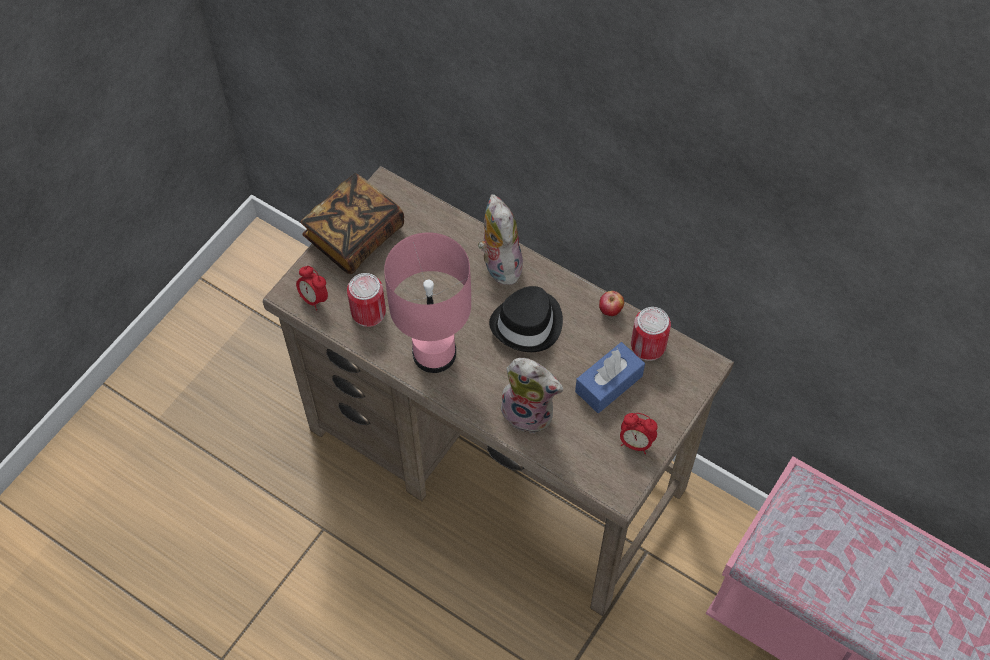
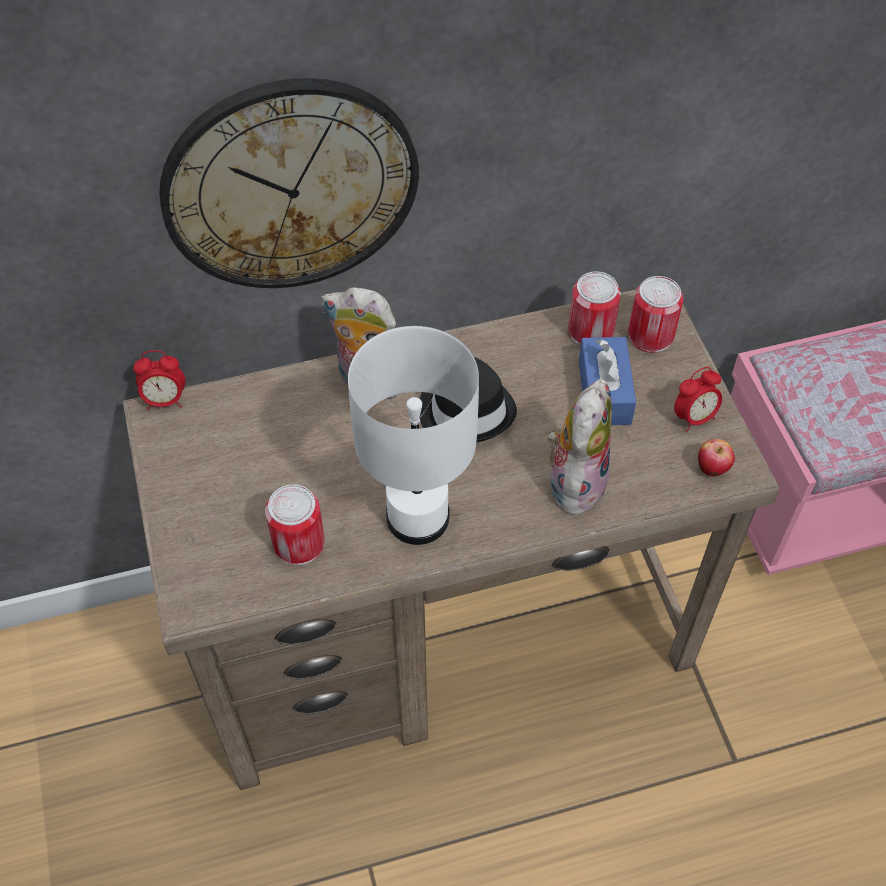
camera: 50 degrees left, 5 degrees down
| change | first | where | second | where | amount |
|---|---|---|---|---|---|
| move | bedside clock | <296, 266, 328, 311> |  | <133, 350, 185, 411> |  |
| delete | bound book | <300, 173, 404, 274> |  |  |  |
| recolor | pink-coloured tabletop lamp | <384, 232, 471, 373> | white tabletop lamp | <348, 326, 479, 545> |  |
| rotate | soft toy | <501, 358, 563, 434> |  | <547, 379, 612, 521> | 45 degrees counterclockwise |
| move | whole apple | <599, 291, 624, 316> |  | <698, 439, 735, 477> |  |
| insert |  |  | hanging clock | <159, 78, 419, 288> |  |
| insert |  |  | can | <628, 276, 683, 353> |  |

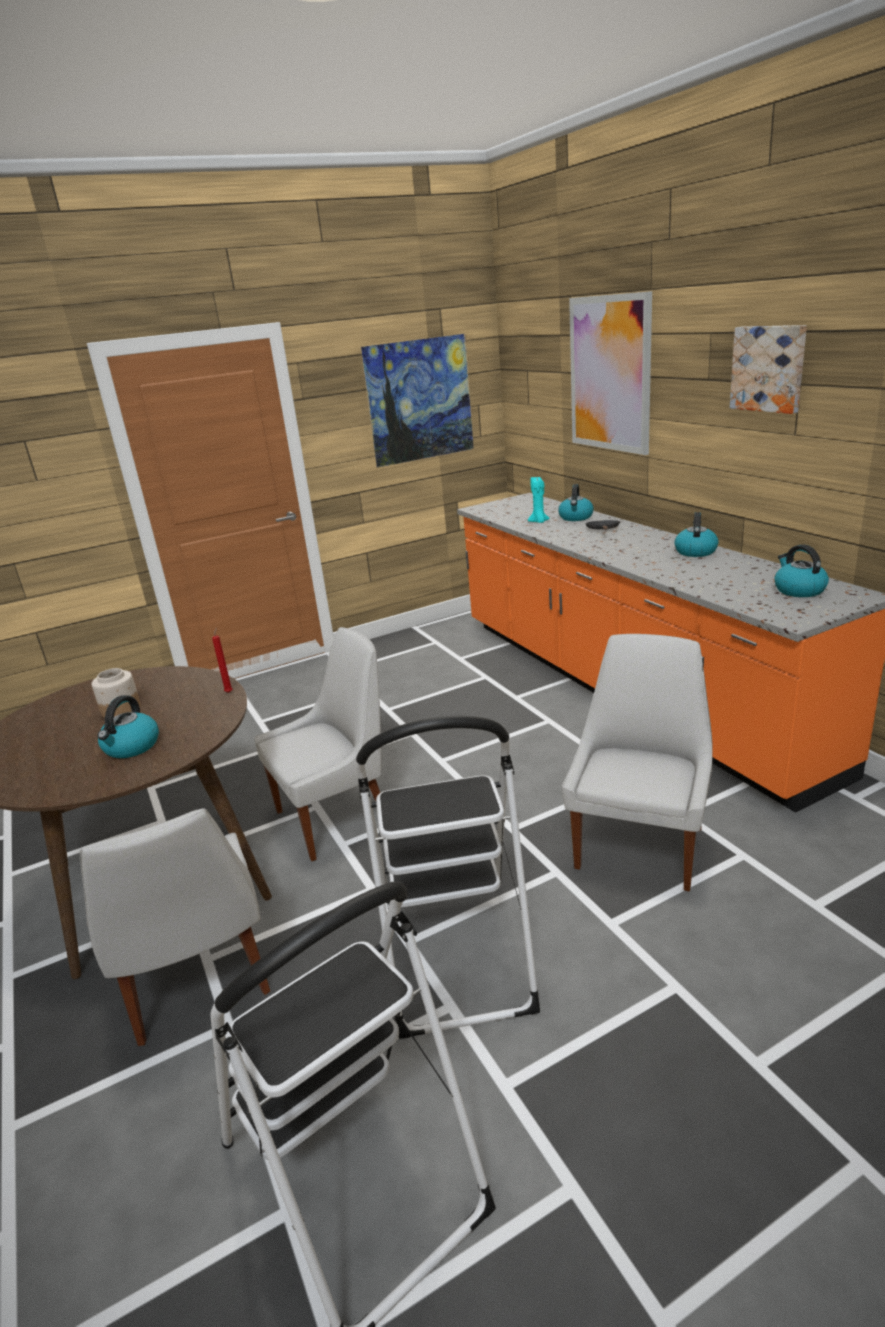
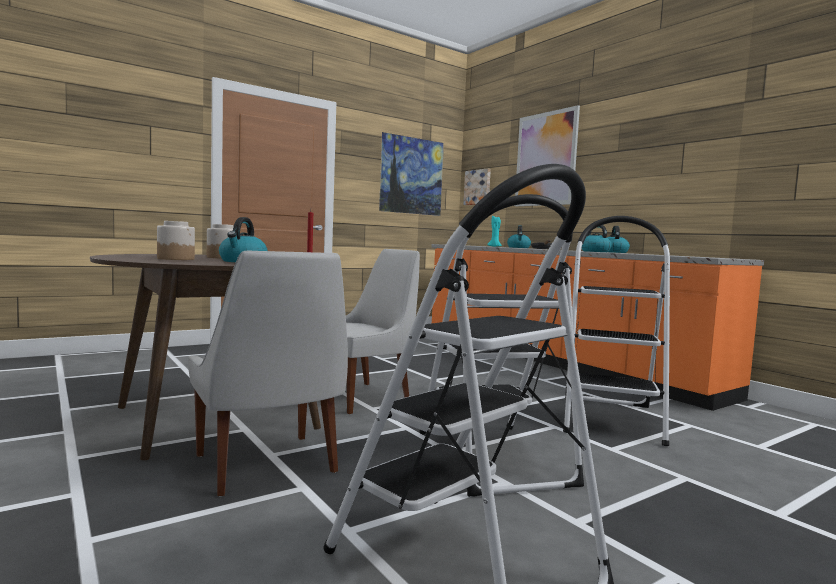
camera: 10 degrees left, 20 degrees down
| change | first | where | second | where | amount |
|---|---|---|---|---|---|
| replace | white plain chair | <562, 634, 713, 891> | step ladder | <563, 216, 670, 446> |  |
| move | wall art | <730, 325, 807, 414> |  | <463, 168, 491, 205> |  |
| move | tea kettle | <774, 544, 829, 597> |  | <582, 225, 612, 252> |  |
| insert |  |  | storage jar | <157, 221, 195, 260> |  |

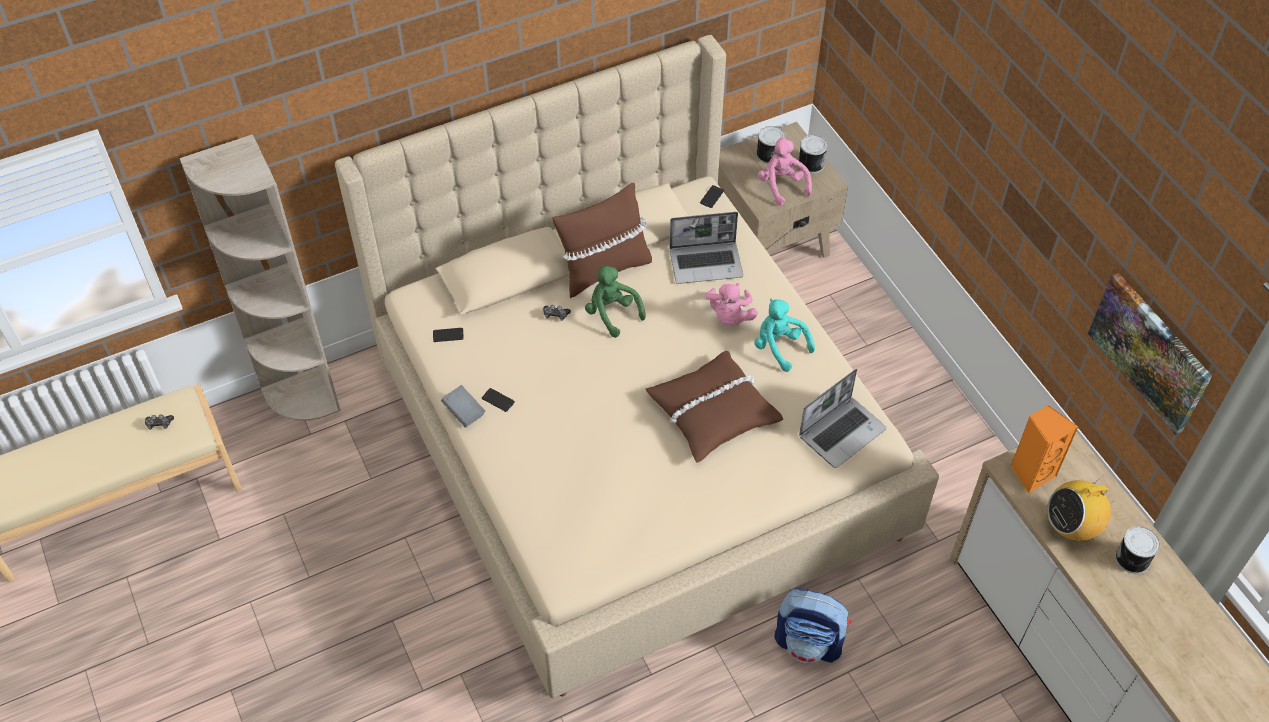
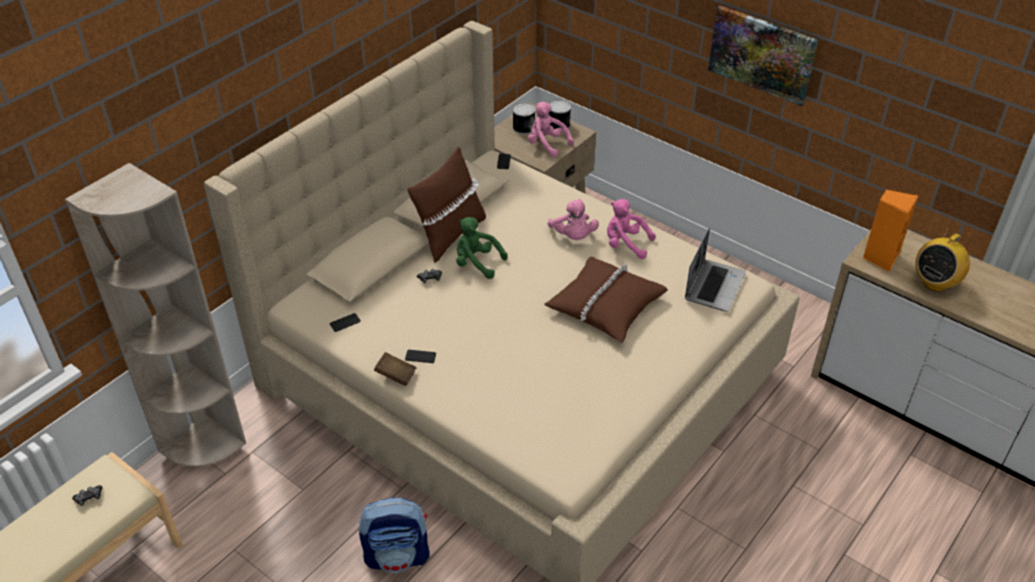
camera: 25 degrees left, 10 degrees down
| change | first | where | second | where | amount |
|---|---|---|---|---|---|
| recolor | greyish bound book | <441, 385, 486, 428> | brown bound book | <374, 352, 416, 386> |  |
| delete | laptop | <670, 212, 743, 284> |  |  |  |
| recolor | turquoise-coloured soft toy | <754, 299, 815, 372> | pink-coloured soft toy | <607, 199, 656, 259> |  |
| move | knapsack | <774, 588, 851, 663> |  | <359, 498, 430, 573> |  |
| move | wall art | <1088, 273, 1212, 435> |  | <708, 5, 818, 106> |  |
| delete | can | <1115, 526, 1160, 574> |  |  |  |

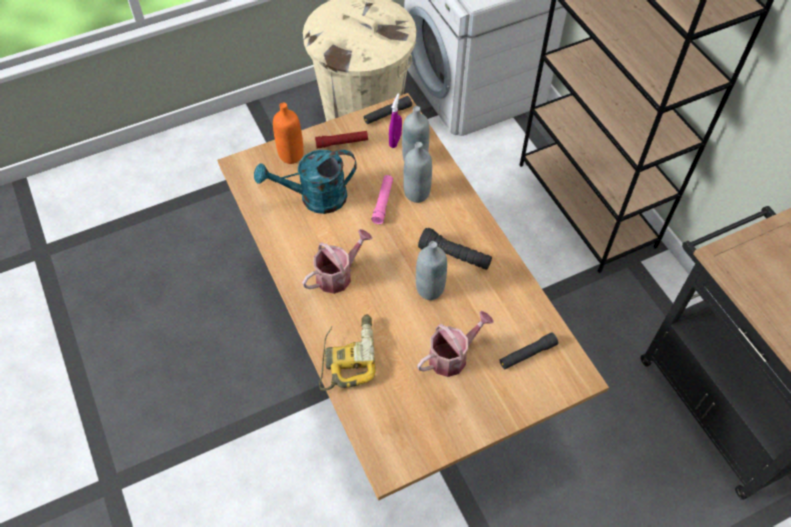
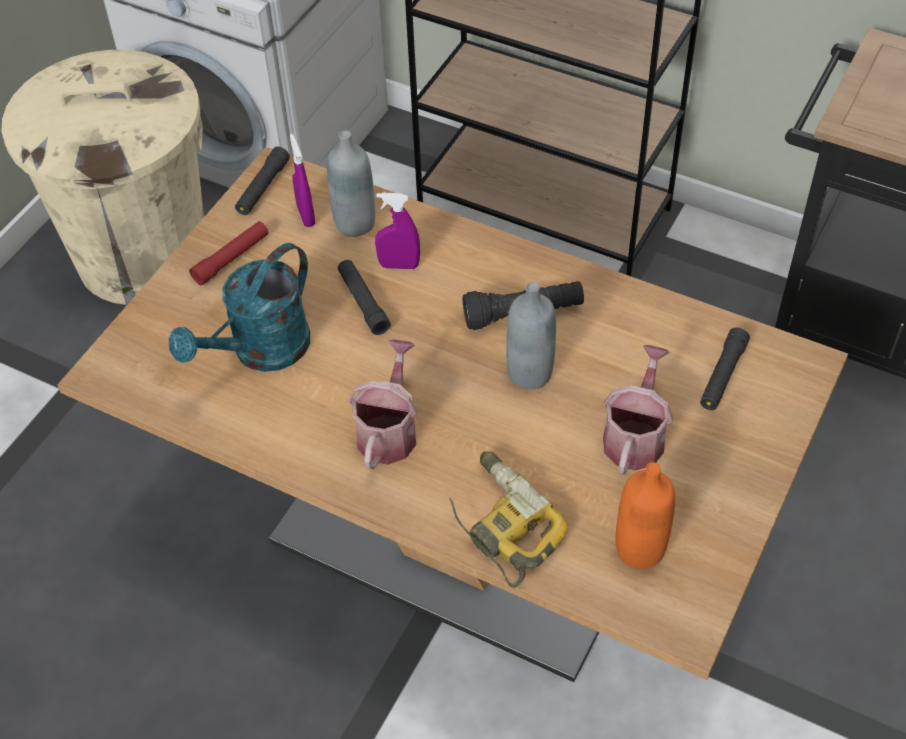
camera: 35 degrees left, 5 degrees down
| change | first | where | second | where | amount |
|---|---|---|---|---|---|
| move | orange drink bottle | <273, 102, 304, 164> |  | <616, 462, 675, 569> |  |
| recolor | pink-coloured hand torch | <371, 175, 393, 224> | black hand torch | <338, 260, 391, 335> |  |
| replace | greyish drink bottle | <403, 142, 432, 203> | purplish spray bottle | <375, 193, 420, 269> |  |

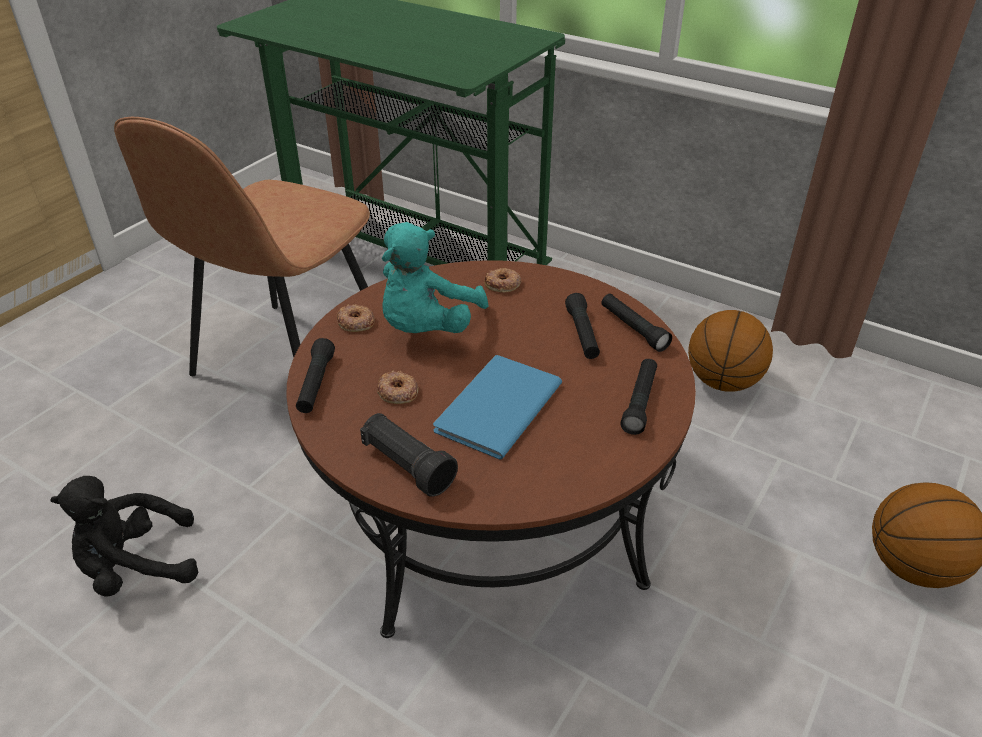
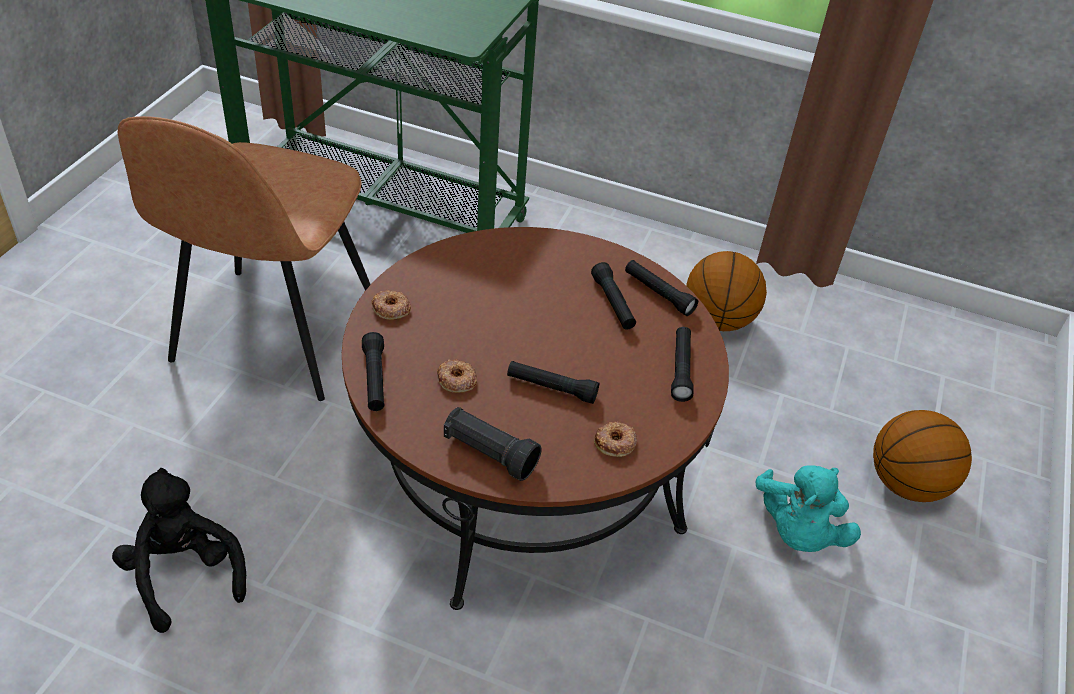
camera: 15 degrees left, 5 degrees up
| change | first | where | second | where | amount |
|---|---|---|---|---|---|
| rotate | black soft toy | <50, 476, 198, 597> |  | <112, 468, 246, 633> | 90 degrees clockwise |
| move | turquoise-coloured soft toy | <382, 222, 488, 333> |  | <756, 465, 861, 552> |  |
| replace | blue bound book | <433, 355, 562, 460> | black hand torch | <507, 361, 599, 404> |  |
| move | ring doughnut | <484, 268, 521, 292> |  | <594, 422, 637, 457> |  |

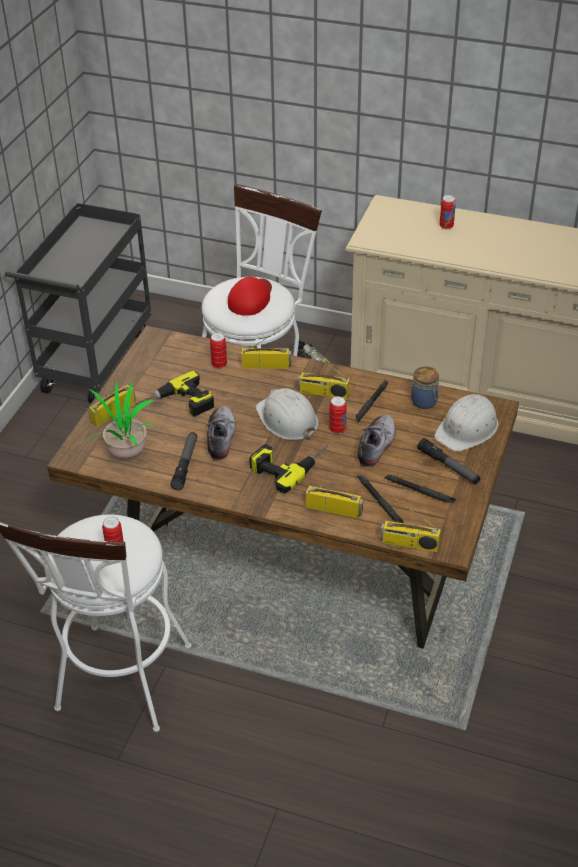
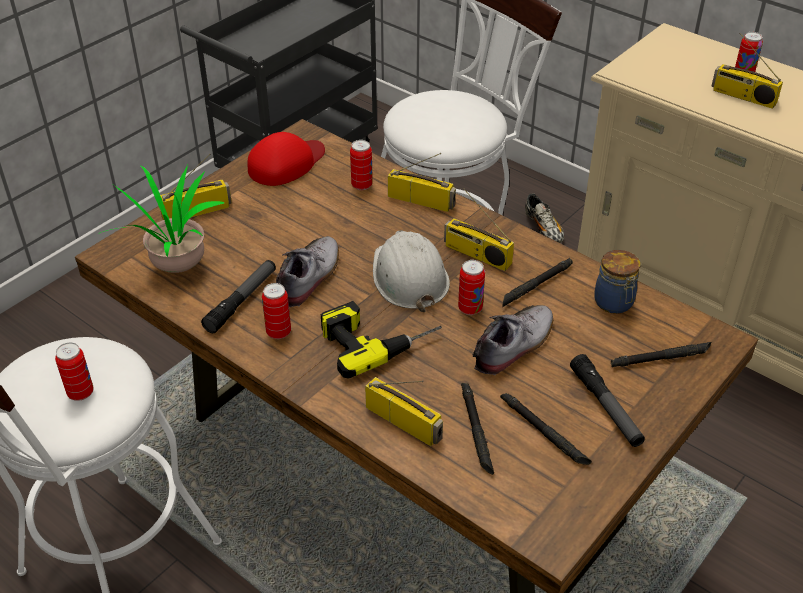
camera: 20 degrees right, 0 degrees up
| change | first | where | second | where | amount |
|---|---|---|---|---|---|
| delete | power drill | <135, 371, 214, 417> |  |  |  |
| move | red-coloured baseball cap | <228, 277, 272, 316> |  | <247, 132, 325, 186> |  |
| move | radio set | <380, 499, 441, 552> |  | <711, 33, 783, 109> |  |
| replace | white work helmet | <434, 394, 499, 452> | black hand torch | <611, 342, 711, 367> |  |
| insert |  |  | can | <262, 283, 291, 339> |  |

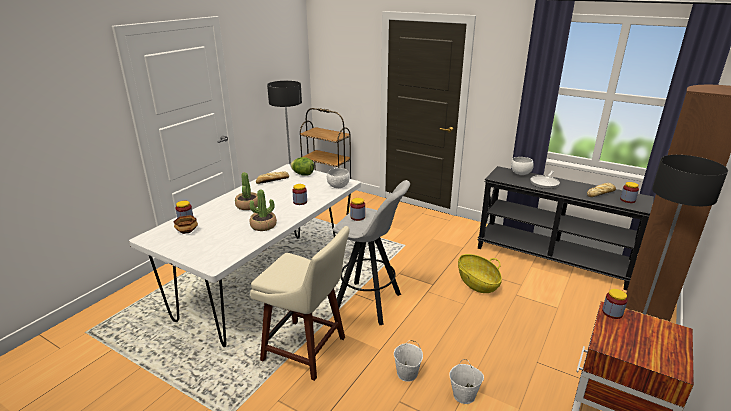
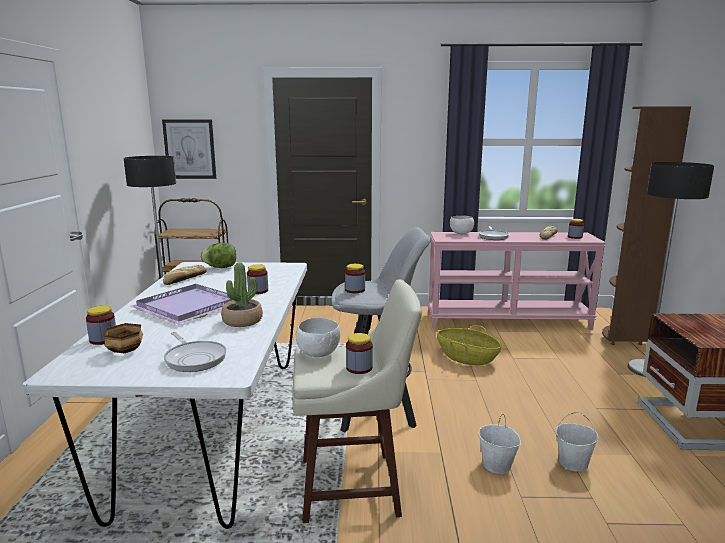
camera: 30 degrees left, 10 degrees down
| change | first | where | second | where | amount |
|---|---|---|---|---|---|
| replace | plant in a pot | <235, 172, 258, 210> | purplish serving tray | <130, 284, 232, 324> |  |
| move | white deep dish | <327, 168, 350, 188> |  | <296, 318, 340, 357> |  |
| recolor | black hall table | <478, 166, 654, 291> | pink-coloured hall table | <428, 232, 606, 330> |  |
| move | storage jar | <602, 289, 628, 319> |  | <346, 333, 373, 374> |  |
| insert |  |  | wall art | <162, 119, 216, 179> |  |
| insert |  |  | frying pan | <164, 332, 226, 372> |  |

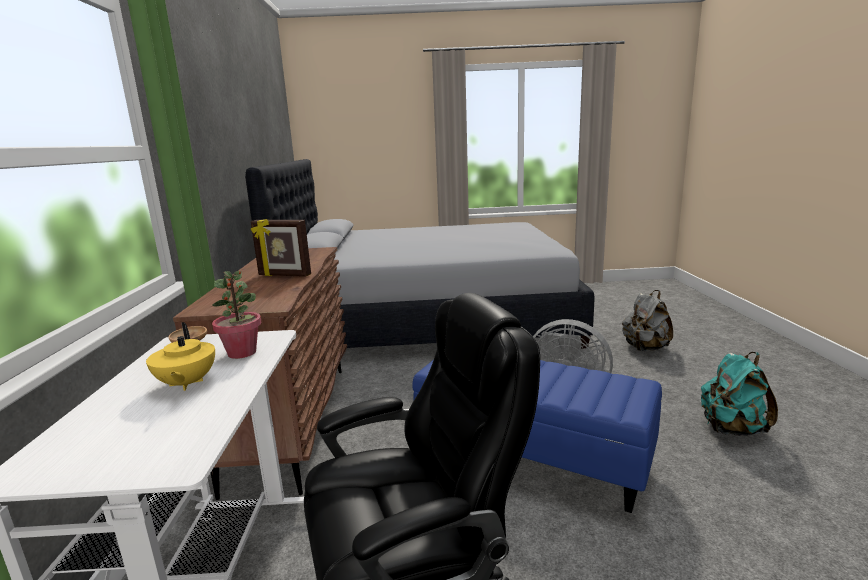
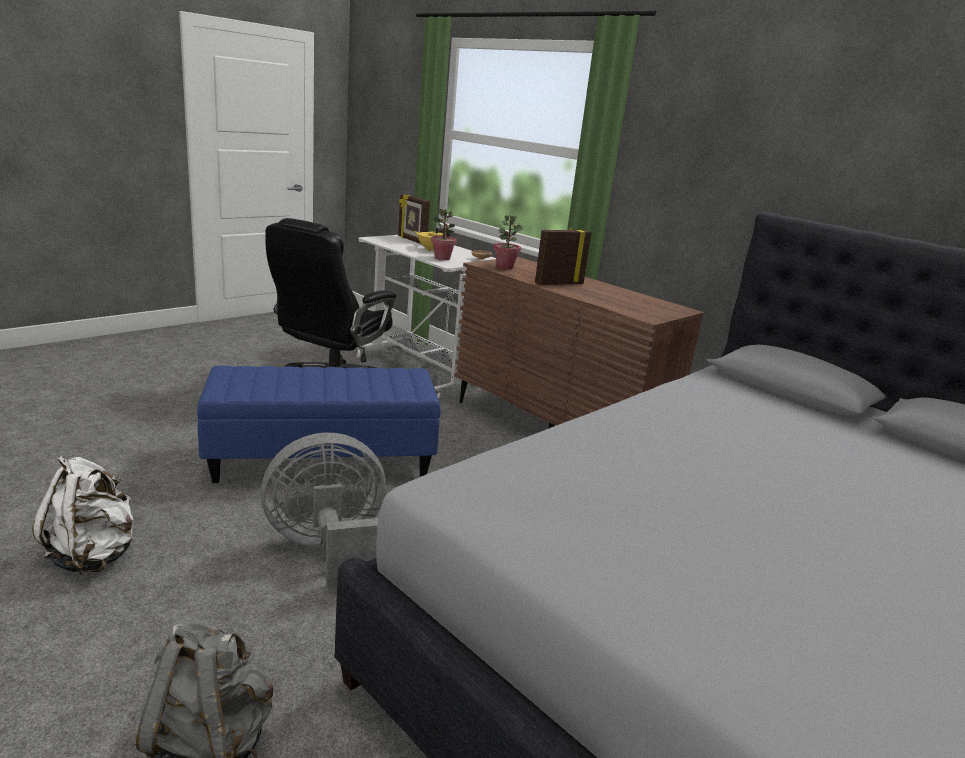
camera: 135 degrees right, 5 degrees up
| change | first | where | second | where | amount |
|---|---|---|---|---|---|
| recolor | turquoise-coloured knapsack | <701, 352, 778, 436> | white knapsack | <32, 456, 134, 574> |  |
| insert |  |  | standing frame | <398, 194, 430, 244> |  |
| insert |  |  | plant in a pot | <493, 215, 523, 270> |  |

